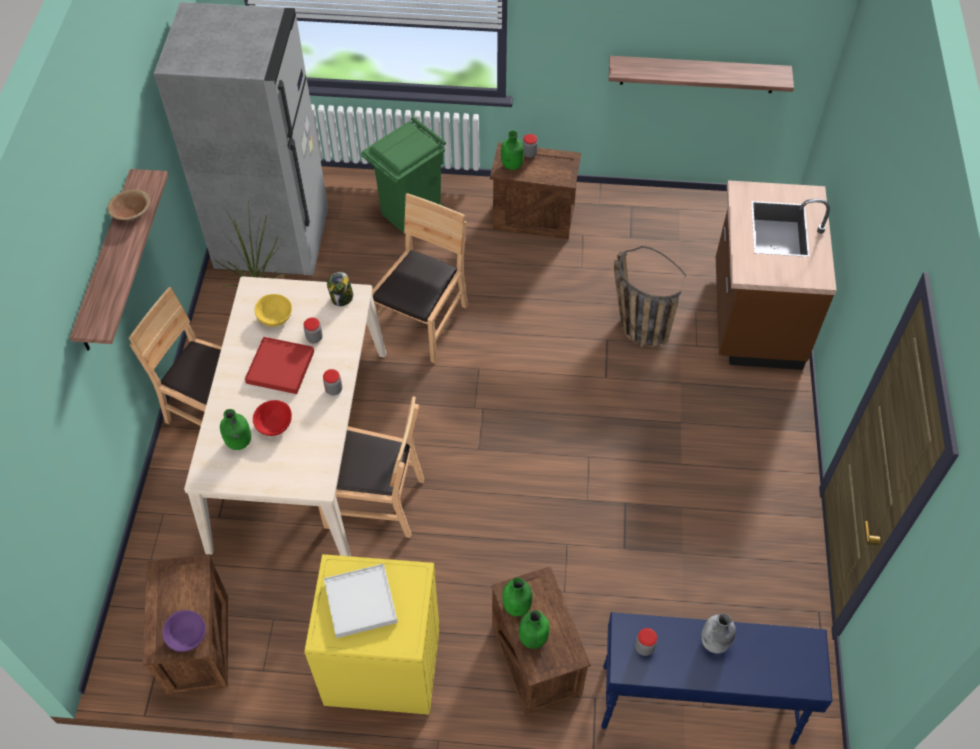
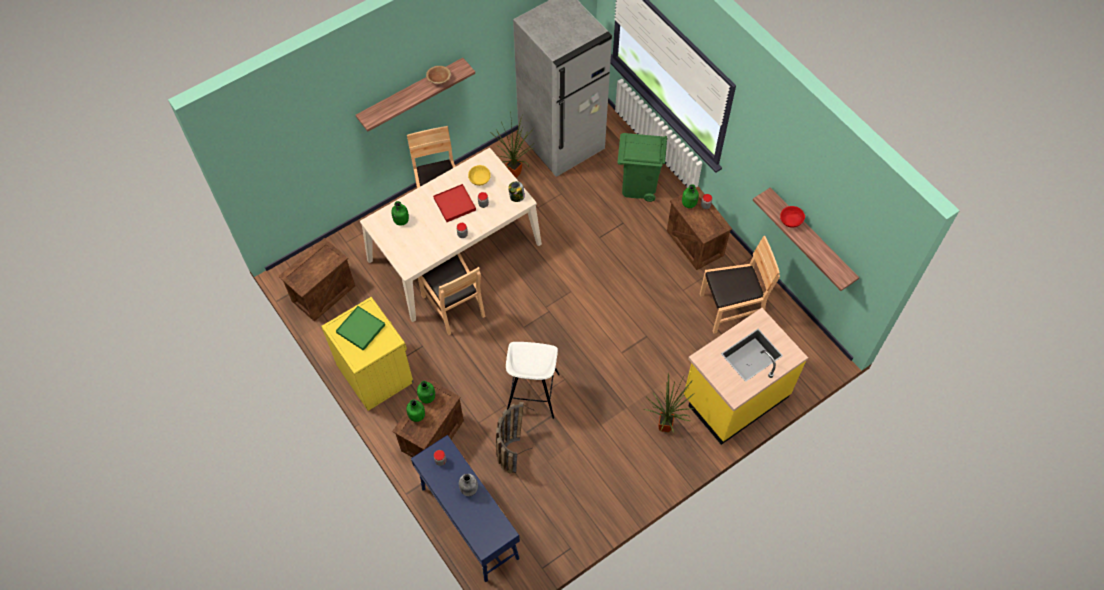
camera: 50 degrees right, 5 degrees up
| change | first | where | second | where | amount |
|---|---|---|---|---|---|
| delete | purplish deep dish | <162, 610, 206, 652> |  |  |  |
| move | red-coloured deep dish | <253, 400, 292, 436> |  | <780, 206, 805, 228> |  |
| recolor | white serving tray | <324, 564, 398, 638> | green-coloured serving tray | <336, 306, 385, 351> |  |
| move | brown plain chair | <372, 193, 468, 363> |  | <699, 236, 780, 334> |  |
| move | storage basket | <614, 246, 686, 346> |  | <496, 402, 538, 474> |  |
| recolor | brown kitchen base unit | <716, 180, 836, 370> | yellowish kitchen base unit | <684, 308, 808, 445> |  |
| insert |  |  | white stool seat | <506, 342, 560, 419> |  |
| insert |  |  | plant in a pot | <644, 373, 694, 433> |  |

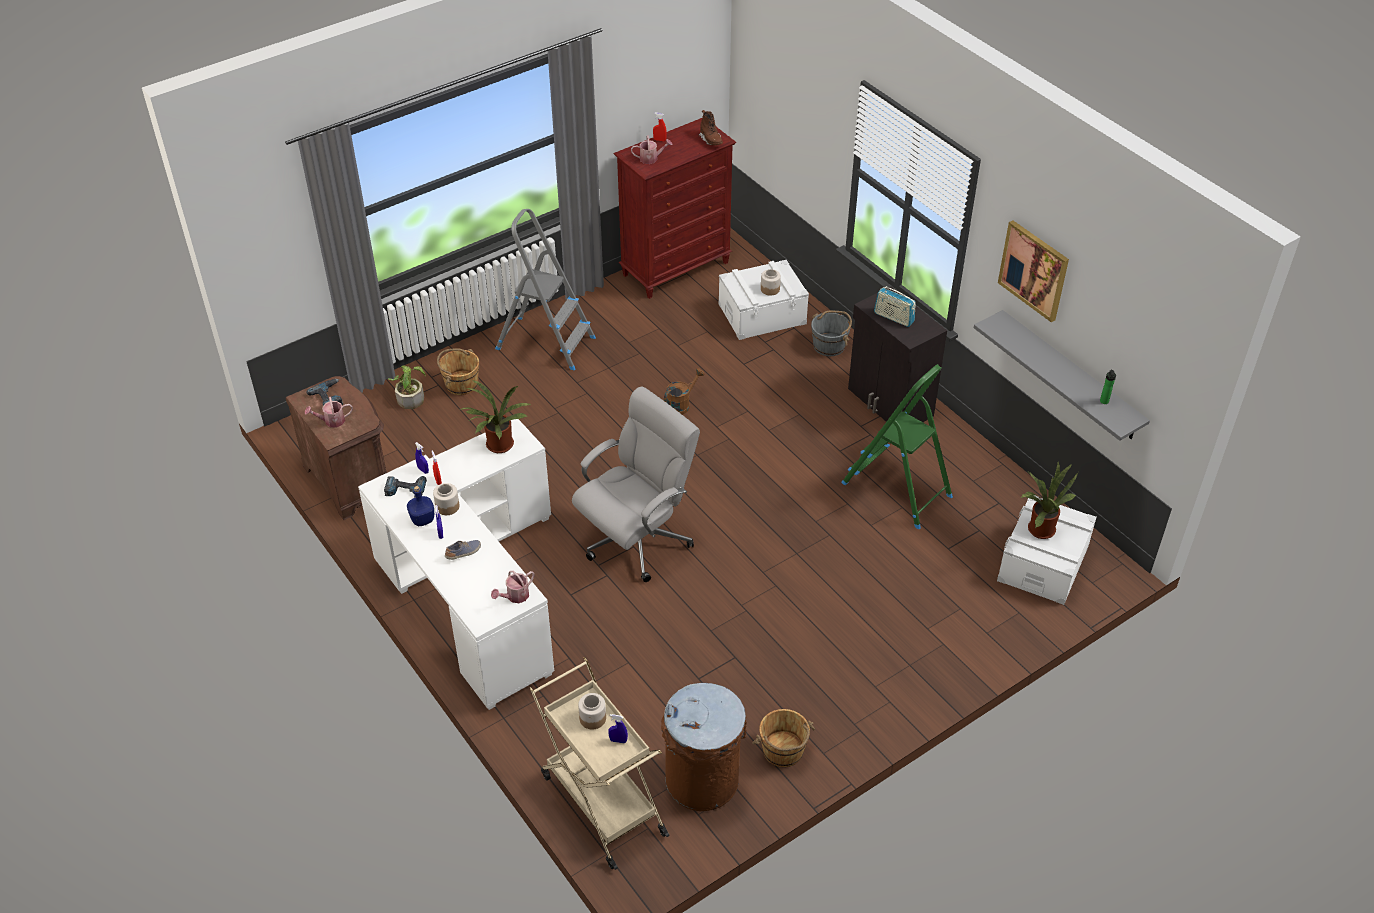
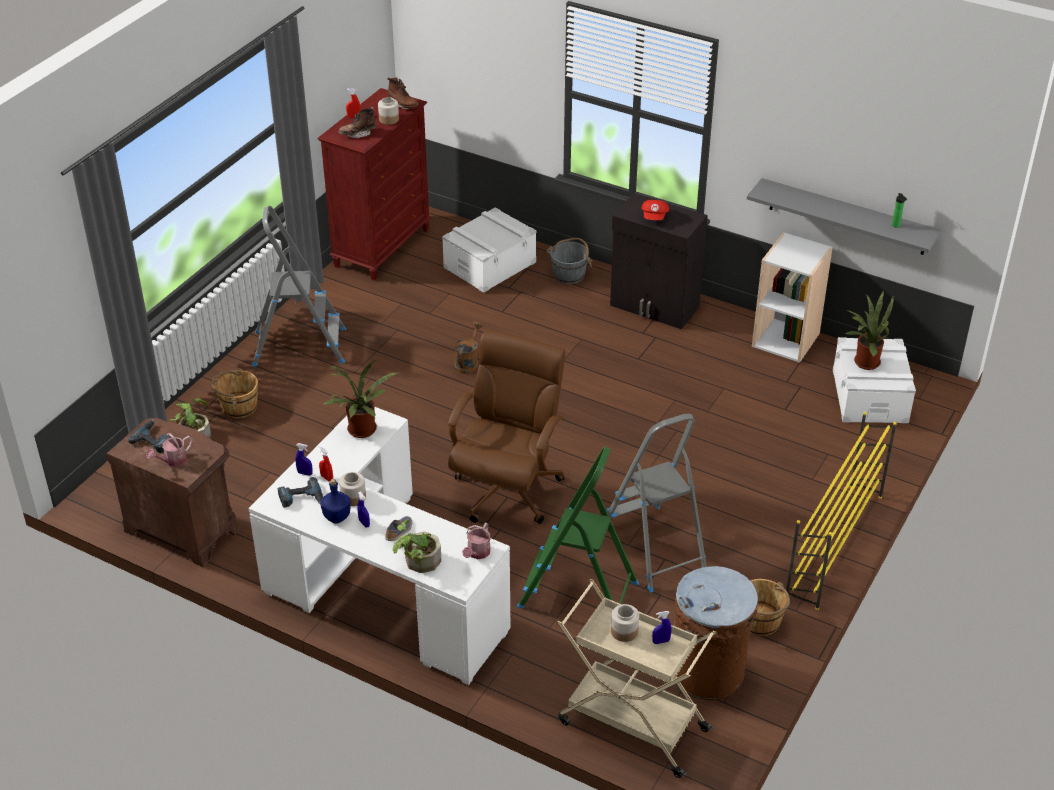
camera: 25 degrees left, 5 degrees down
| change | first | where | second | where | amount |
|---|---|---|---|---|---|
| recolor | greyish office chair | <572, 387, 700, 582> | brown office chair | <448, 330, 566, 524> |  |
| replace | sprinkling can | <631, 135, 673, 164> | brown high-top boot | <338, 106, 376, 138> |  |
| move | storage jar | <761, 269, 781, 296> |  | <378, 97, 399, 125> |  |
| move | green-coloured step ladder | <841, 364, 953, 529> |  | <517, 446, 639, 608> |  |
| replace | radio set | <874, 286, 916, 327> | red-coloured baseball cap | <641, 200, 669, 220> |  |
| delete | wall art | <998, 220, 1069, 322> |  |  |  |
| insert |  |  | plant in a pot | <392, 519, 441, 573> |  |
| insert |  |  | greyish step ladder | <607, 414, 707, 592> |  |
| insert |  |  | bookshelf | <752, 232, 833, 363> |  |
| insert |  |  | yellowish shoe rack | <786, 412, 897, 610> |  |

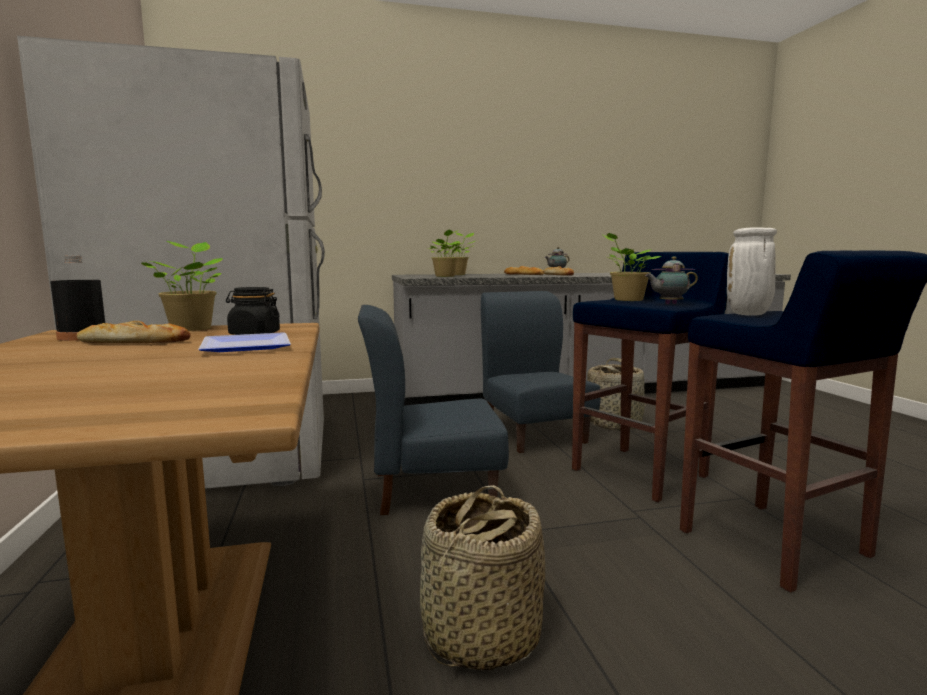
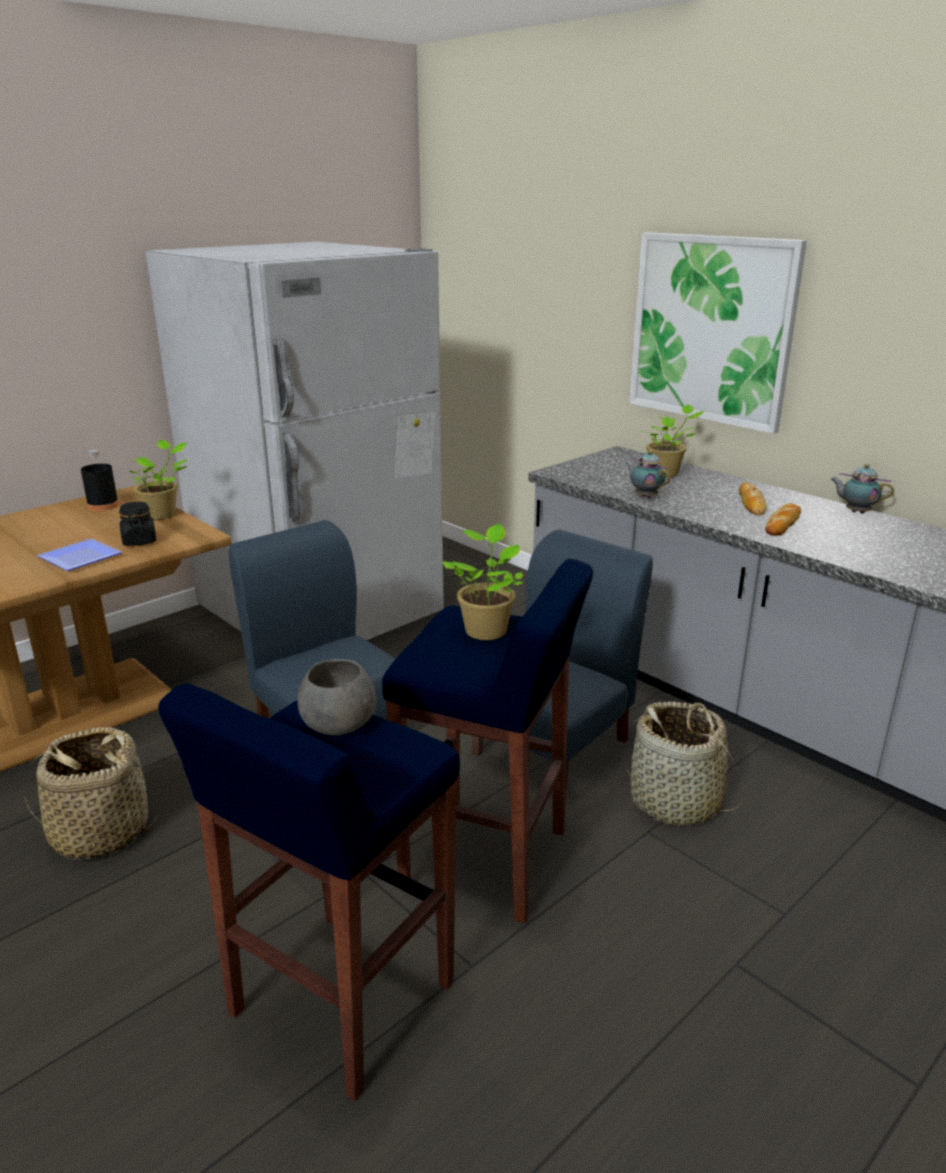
camera: 60 degrees right, 15 degrees up
| change | first | where | second | where | amount |
|---|---|---|---|---|---|
| delete | bread | <77, 321, 190, 343> |  |  |  |
| delete | plant in a pot | <428, 230, 462, 277> |  |  |  |
| move | pot for tea | <645, 257, 698, 304> |  | <626, 450, 670, 498> |  |
| replace | white flower vase | <727, 227, 777, 316> | greyish deep dish | <297, 659, 376, 736> |  |
| insert |  |  | wall art | <629, 232, 807, 434> |  |

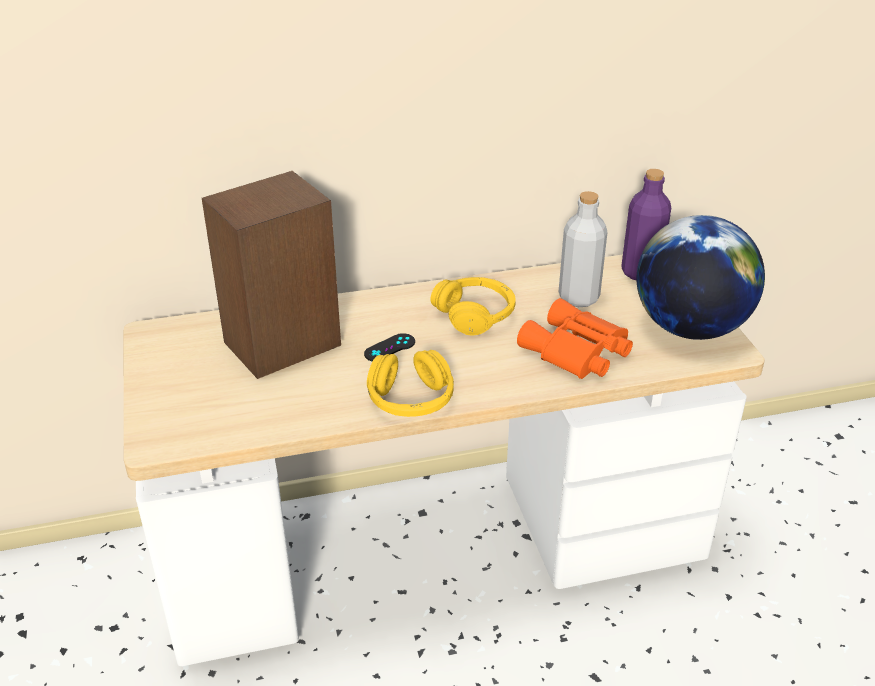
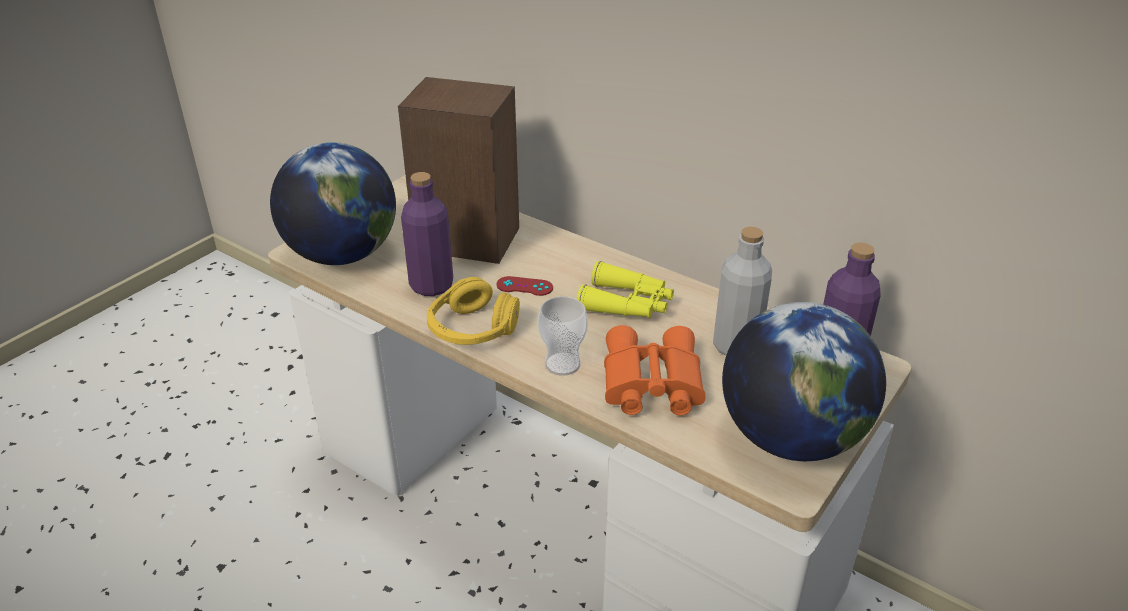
camera: 50 degrees right, 0 degrees up
| change | first | where | second | where | amount |
|---|---|---|---|---|---|
| recolor | black joypad | <364, 333, 415, 362> | red-coloured joypad | <496, 276, 553, 296> |  |
| replace | yellowish pair of headphones | <430, 277, 516, 335> | yellowish pair of binoculars | <577, 261, 674, 318> |  |
| insert |  |  | world globe | <270, 142, 396, 265> |  |
| insert |  |  | purplish drink bottle | <401, 172, 453, 296> |  |
| insert |  |  | small cup | <538, 296, 588, 376> |  |

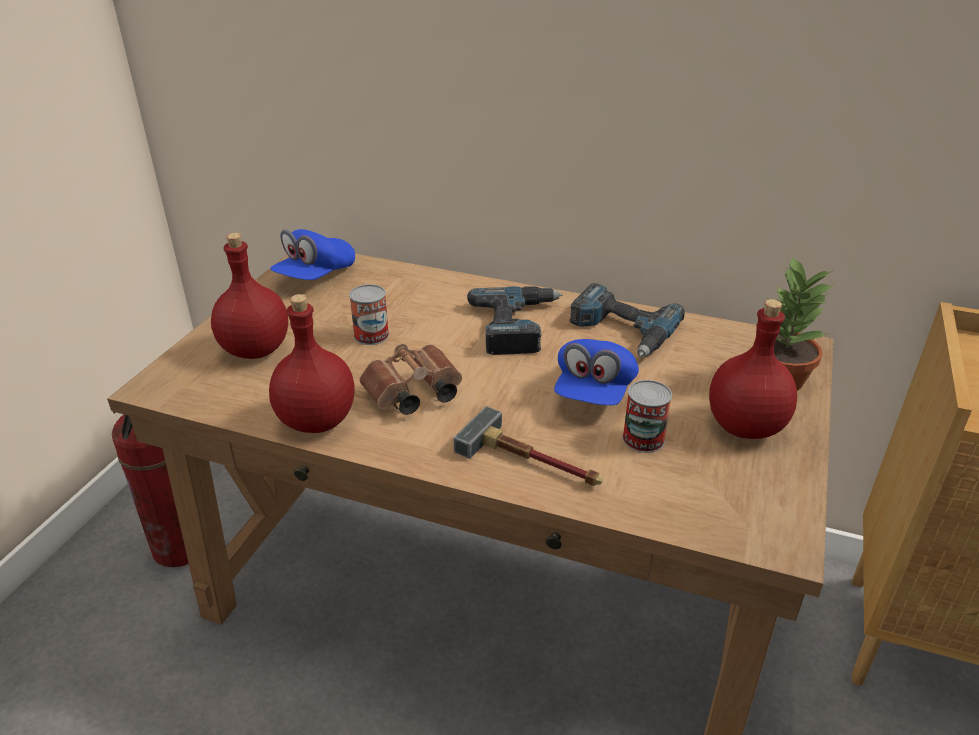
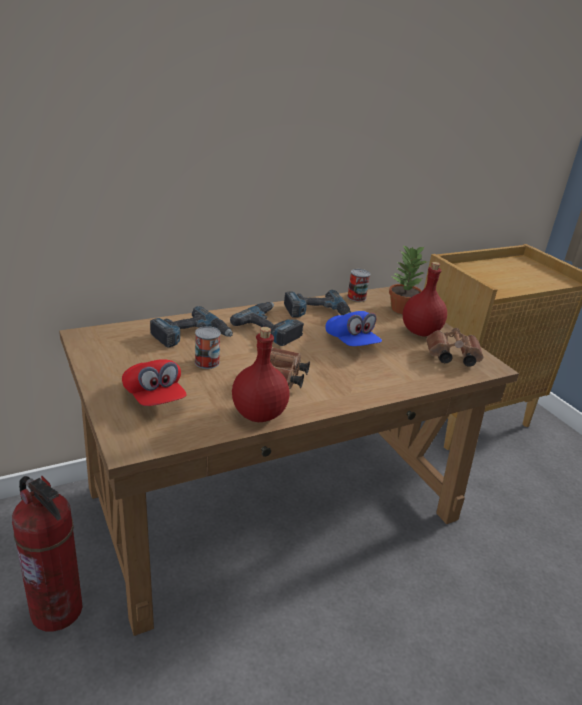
camera: 50 degrees left, 5 degrees down
| change | first | where | second | where | amount |
|---|---|---|---|---|---|
| replace | red-coloured drink bottle | <211, 233, 288, 359> | red-coloured baseball cap | <122, 359, 187, 406> |  |
| delete | blue baseball cap | <270, 229, 355, 280> |  |  |  |
| delete | hammer | <453, 406, 603, 486> |  |  |  |
| move | can | <622, 380, 672, 453> |  | <347, 269, 370, 302> |  |
| insert |  |  | power drill | <150, 306, 233, 347> |  |
| insert |  |  | brown pair of binoculars | <426, 328, 483, 367> |  |

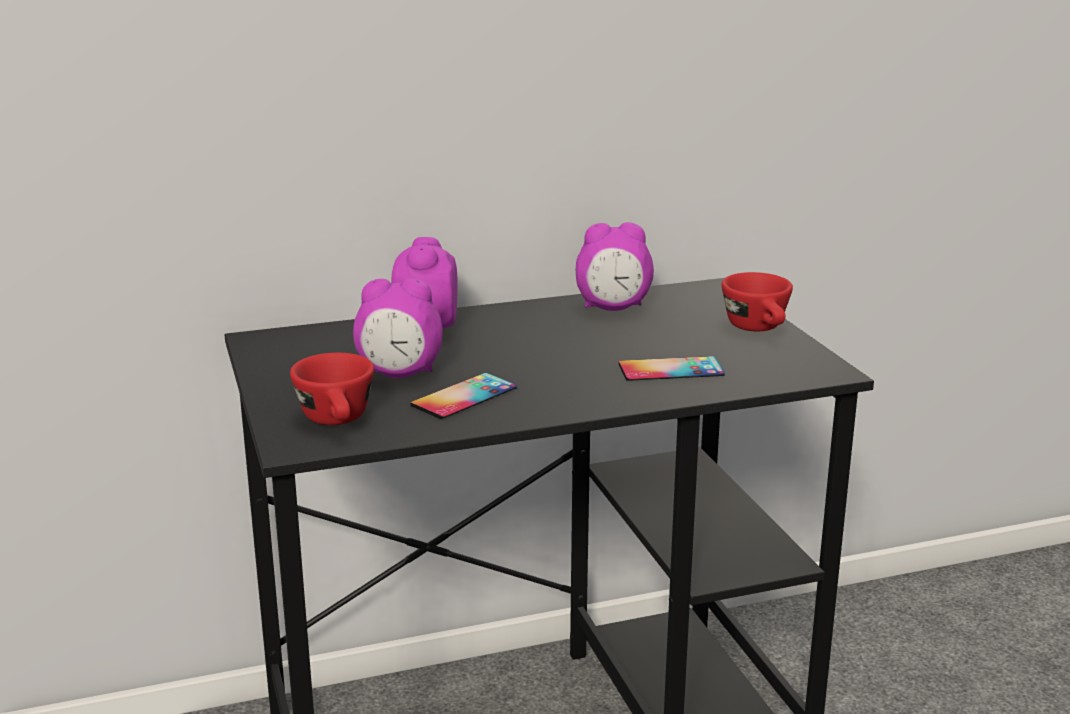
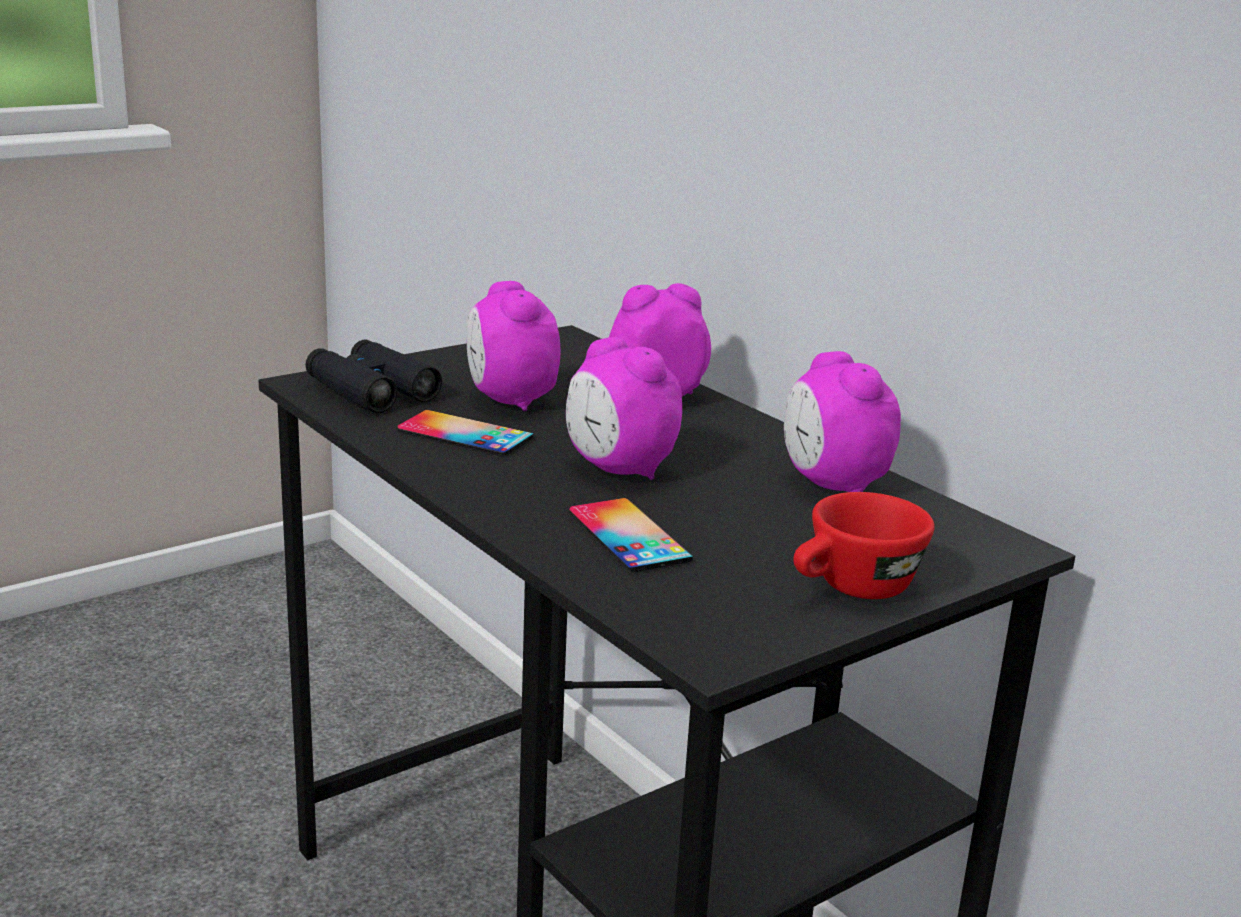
camera: 70 degrees right, 0 degrees up
| change | first | where | second | where | amount |
|---|---|---|---|---|---|
| replace | red-coloured small cup | <290, 353, 374, 425> | black pair of binoculars | <305, 340, 442, 413> |  |
| insert |  |  | bedside clock | <566, 337, 682, 480> |  |

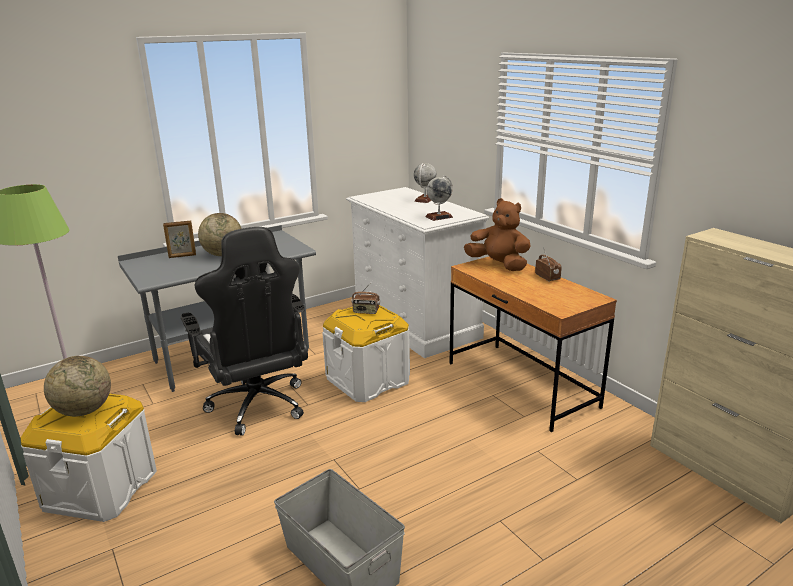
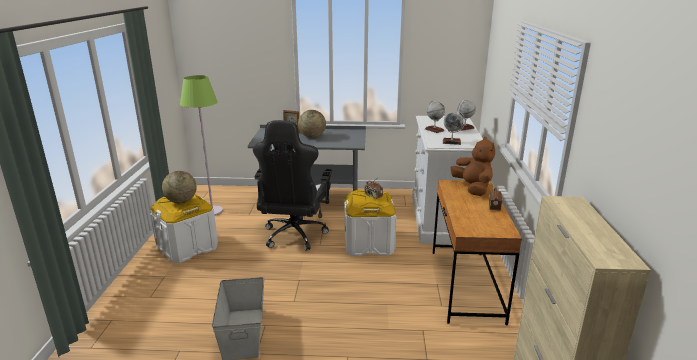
camera: 35 degrees right, 0 degrees up
| change | first | where | second | where | amount |
|---|---|---|---|---|---|
| insert |  |  | world globe | <425, 100, 445, 133> |  |

